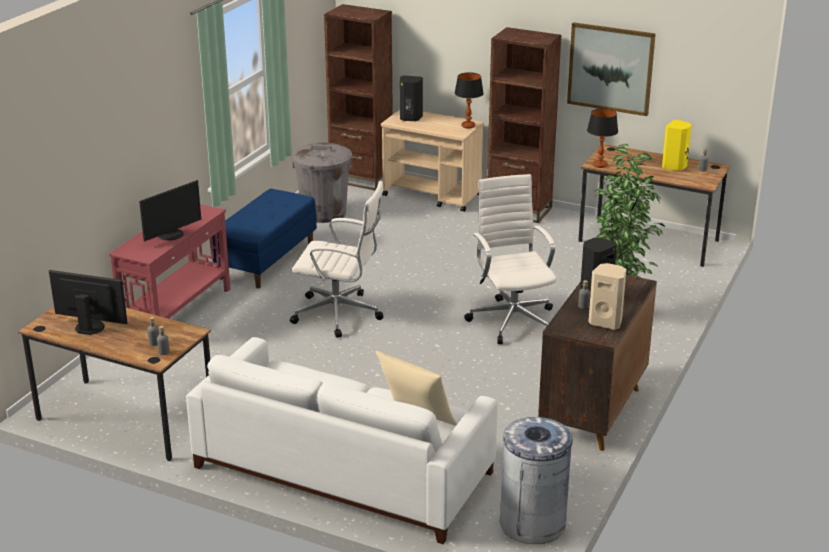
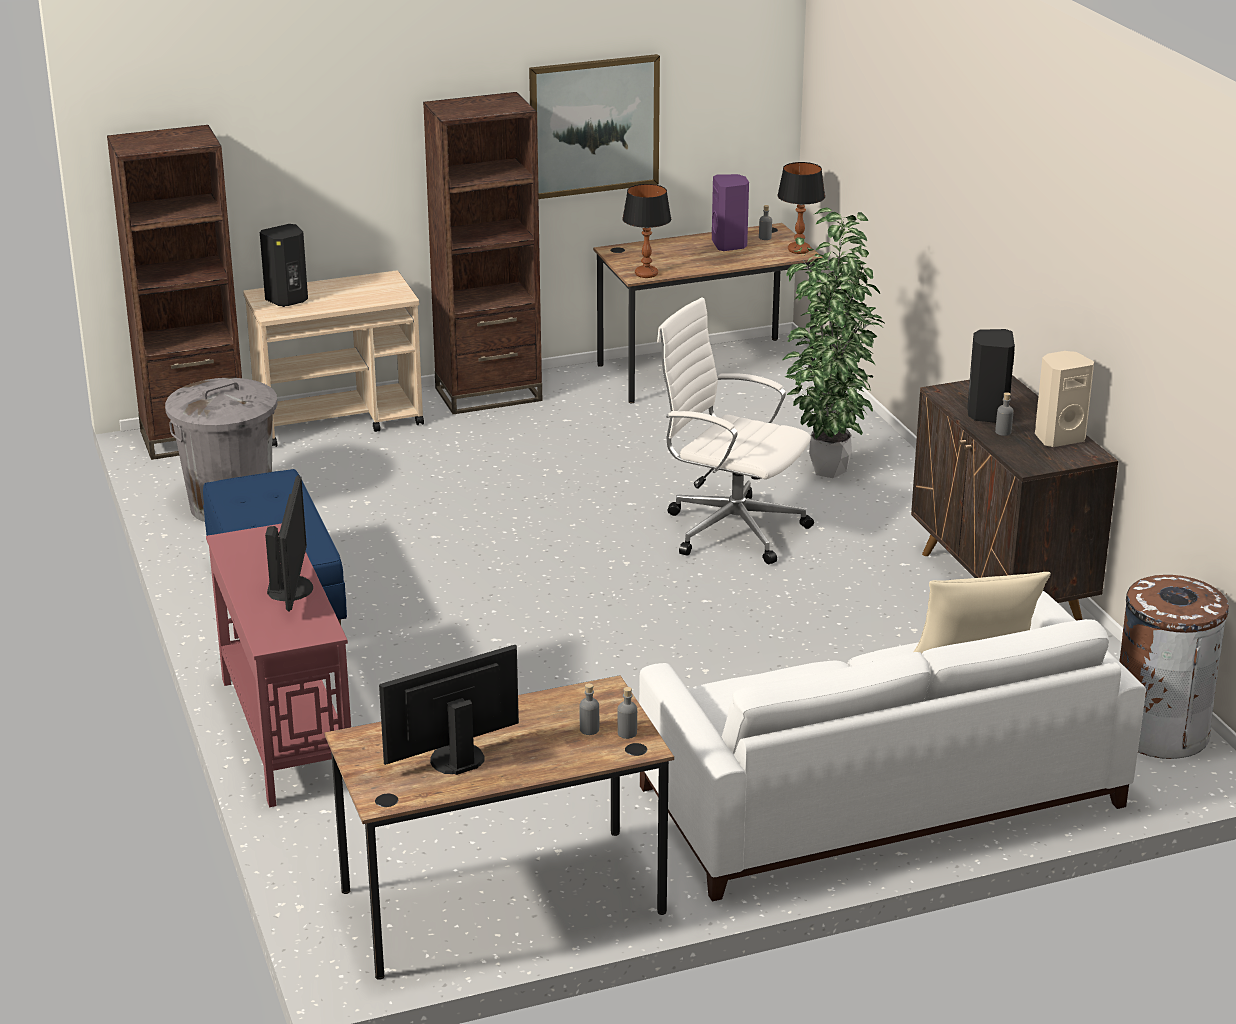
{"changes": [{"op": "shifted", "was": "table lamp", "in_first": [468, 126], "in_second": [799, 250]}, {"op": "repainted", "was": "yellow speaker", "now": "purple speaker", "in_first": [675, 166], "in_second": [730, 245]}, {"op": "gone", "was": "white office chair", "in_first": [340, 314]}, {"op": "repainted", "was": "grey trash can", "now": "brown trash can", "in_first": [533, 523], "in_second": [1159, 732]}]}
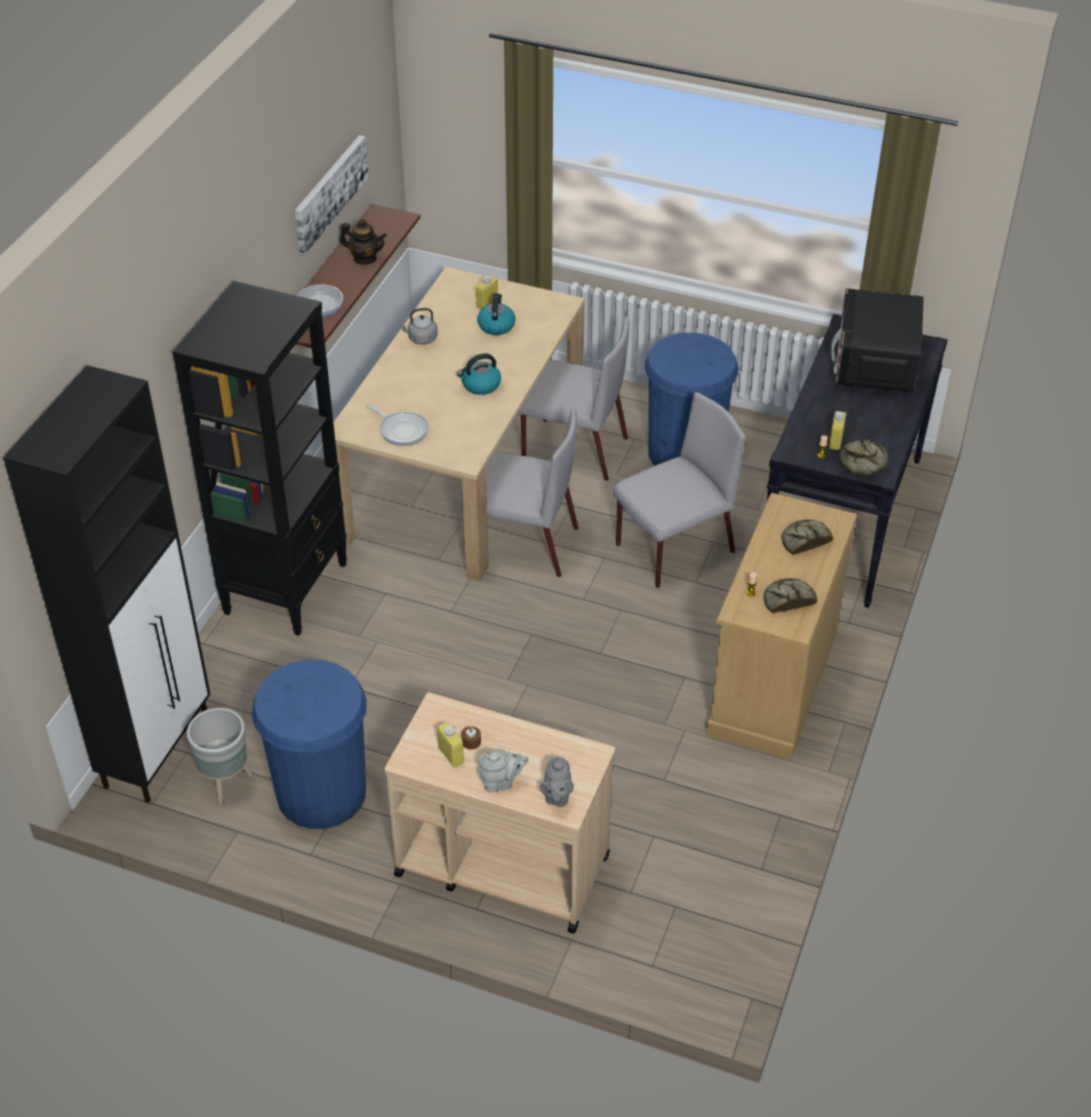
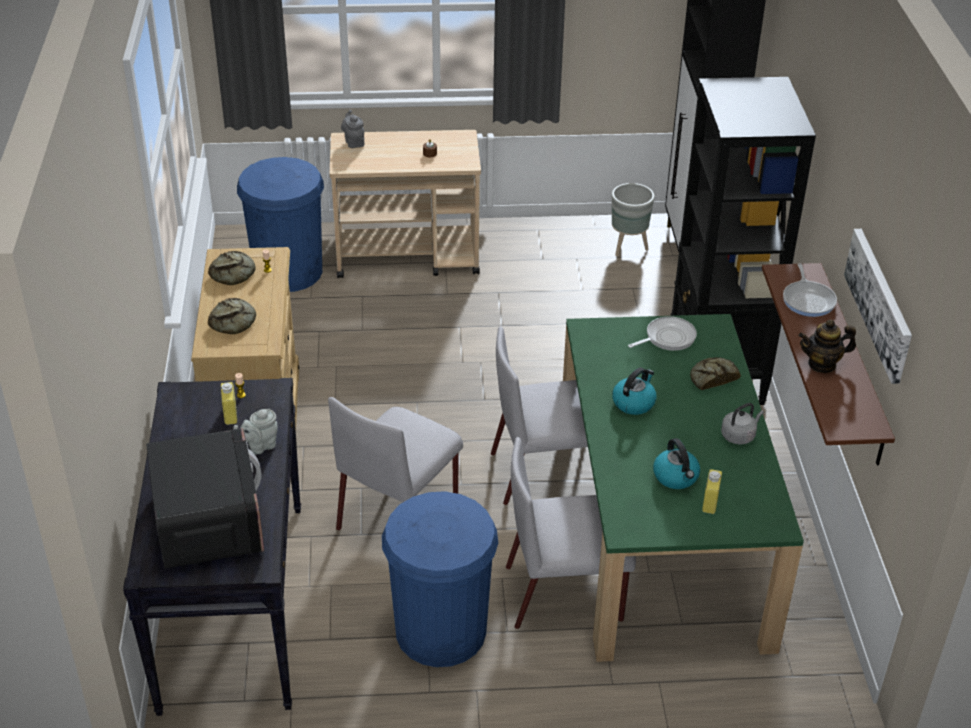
{"changes": [{"op": "repainted", "was": "beige dining table", "now": "green dining table", "in_first": [463, 468], "in_second": [661, 531]}, {"op": "rotated", "was": "frying pan", "in_first": [401, 430], "in_second": [667, 338], "clockwise": 135}, {"op": "shifted", "was": "bread", "in_first": [864, 463], "in_second": [712, 378]}, {"op": "shifted", "was": "blue trash can", "in_first": [321, 793], "in_second": [288, 271]}, {"op": "gone", "was": "yellow bottle", "in_first": [451, 755]}, {"op": "shifted", "was": "grey teapot", "in_first": [501, 782], "in_second": [259, 446]}]}
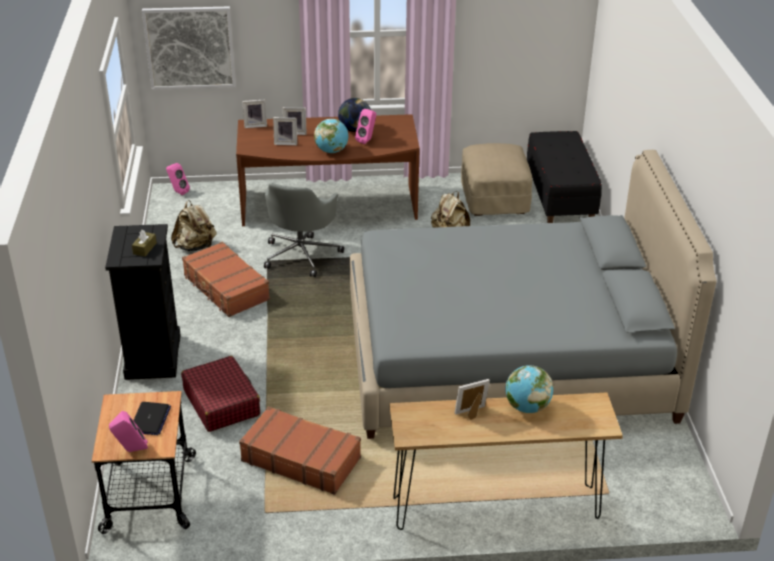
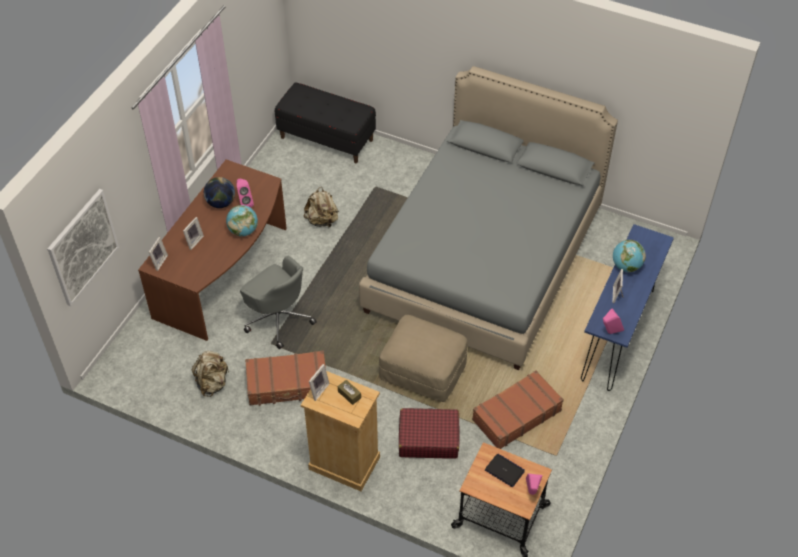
{"changes": [{"op": "shifted", "was": "picture frame", "in_first": [286, 142], "in_second": [318, 389]}, {"op": "shifted", "was": "beige ottoman", "in_first": [495, 198], "in_second": [423, 370]}, {"op": "shifted", "was": "pink speaker", "in_first": [178, 192], "in_second": [610, 332]}, {"op": "repainted", "was": "black dresser", "now": "beige dresser", "in_first": [153, 356], "in_second": [344, 463]}, {"op": "repainted", "was": "brown console table", "now": "blue console table", "in_first": [496, 508], "in_second": [618, 334]}]}
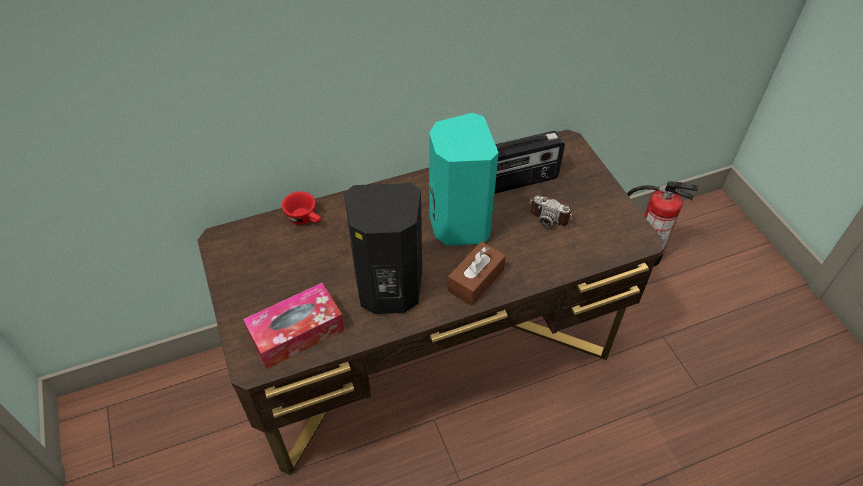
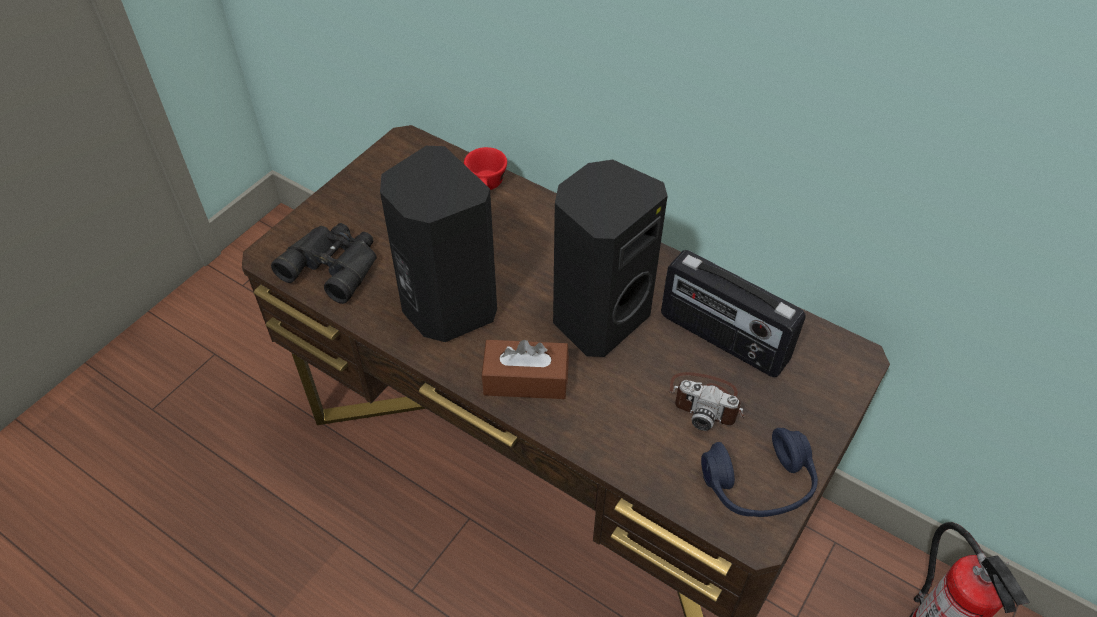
{"changes": [{"op": "repainted", "was": "turquoise speaker", "now": "black speaker", "in_first": [458, 224], "in_second": [598, 317]}, {"op": "rotated", "was": "photo camera", "in_first": [550, 212], "in_second": [706, 401], "clockwise": -60}, {"op": "swapped", "was": "tissue box", "now": "black binoculars", "in_first": [297, 332], "in_second": [334, 264]}, {"op": "new", "now": "blue headphones", "in_second": [758, 484]}]}
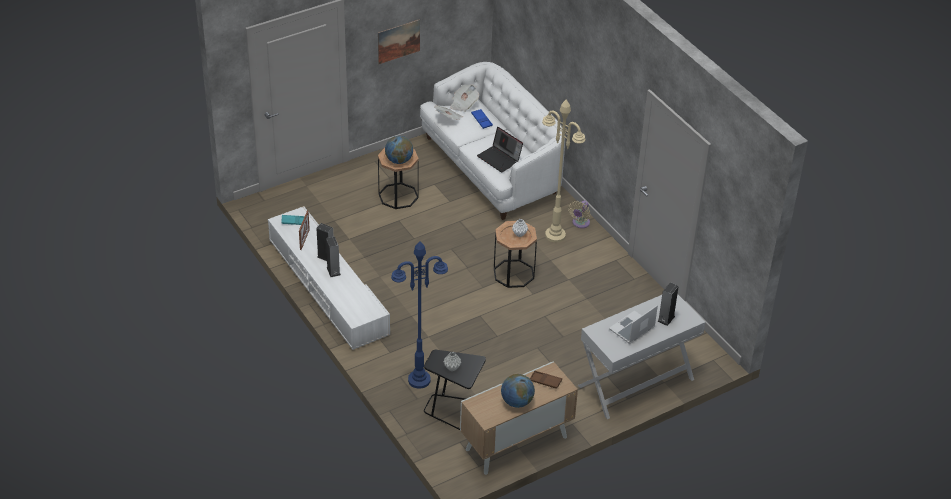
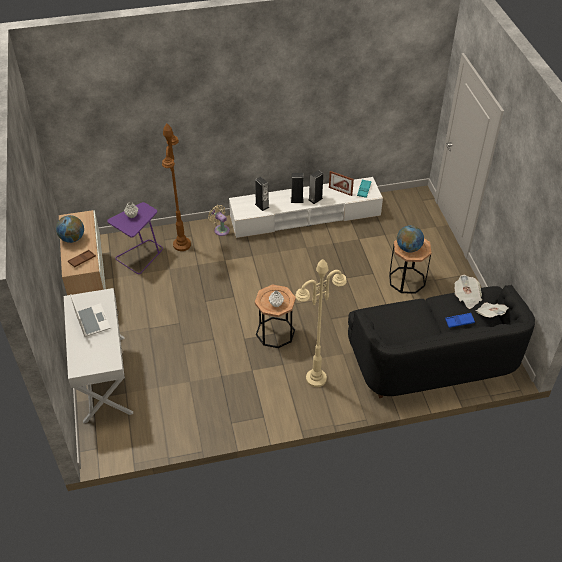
{"changes": [{"op": "gone", "was": "picture", "in_first": [398, 41]}, {"op": "repainted", "was": "white sofa", "now": "black sofa", "in_first": [492, 167], "in_second": [433, 358]}, {"op": "gone", "was": "laptop", "in_first": [500, 158]}, {"op": "shifted", "was": "beige fan", "in_first": [580, 223], "in_second": [220, 229]}, {"op": "repainted", "was": "blue floor lamp", "now": "brown floor lamp", "in_first": [419, 380], "in_second": [182, 244]}, {"op": "shifted", "was": "speaker", "in_first": [666, 318], "in_second": [262, 206]}, {"op": "repainted", "was": "black side table", "now": "purple side table", "in_first": [453, 411], "in_second": [140, 256]}]}
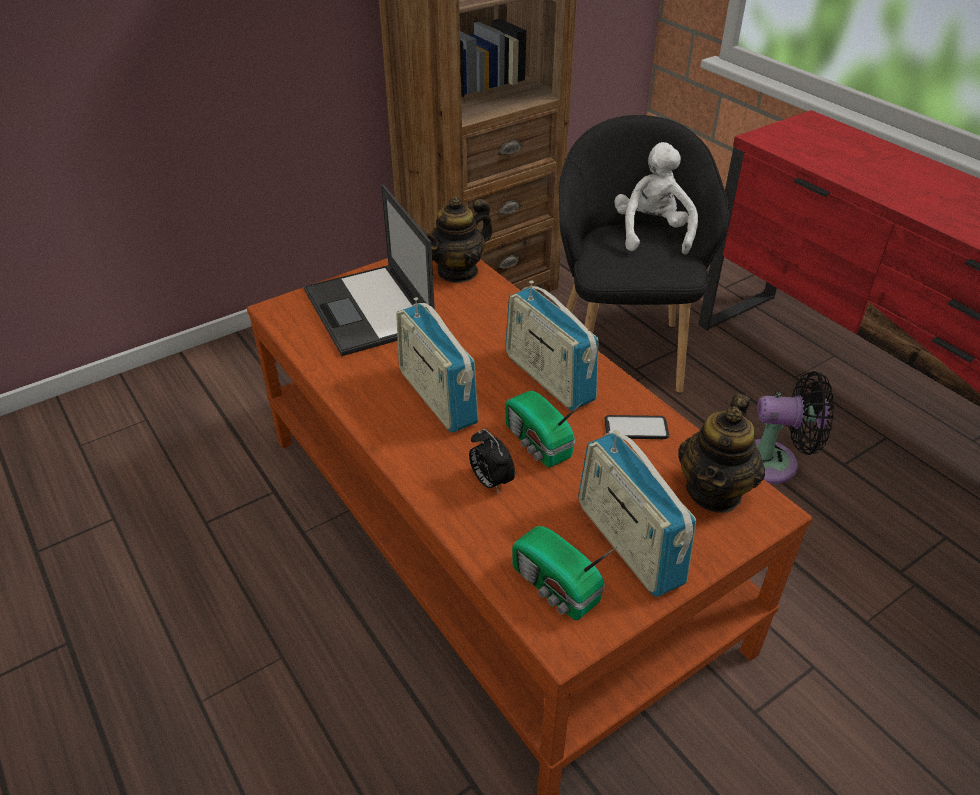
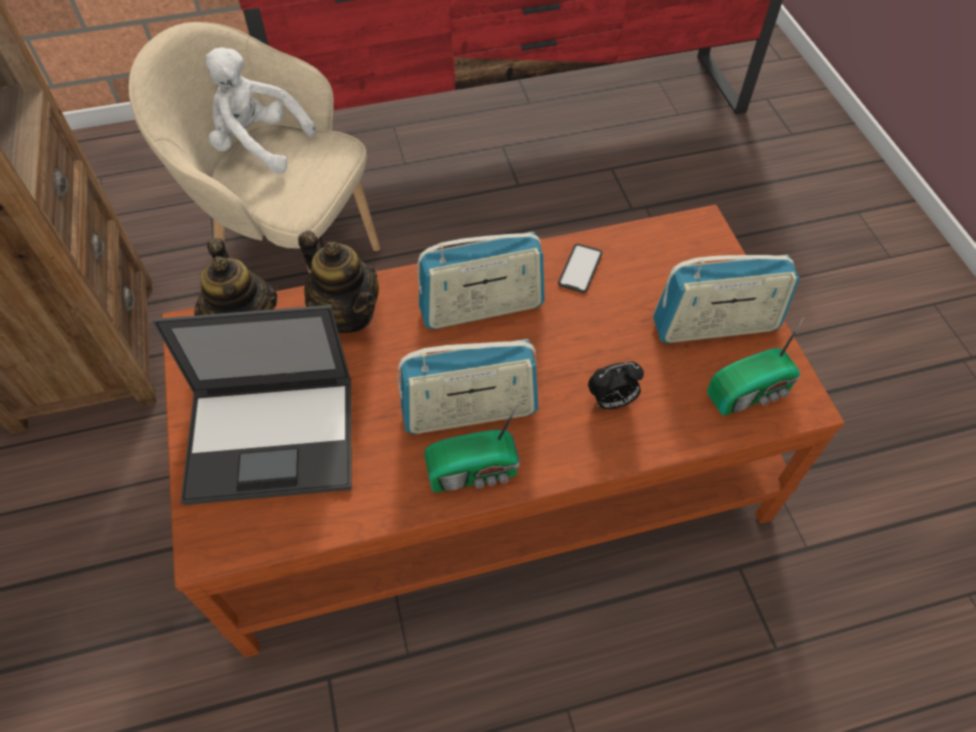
{"changes": [{"op": "repainted", "was": "black armchair", "now": "beige armchair", "in_first": [622, 352], "in_second": [295, 268]}, {"op": "gone", "was": "black fan", "in_first": [774, 463]}, {"op": "shifted", "was": "radio", "in_first": [537, 443], "in_second": [475, 472]}, {"op": "shifted", "was": "teapot", "in_first": [714, 491], "in_second": [347, 313]}]}
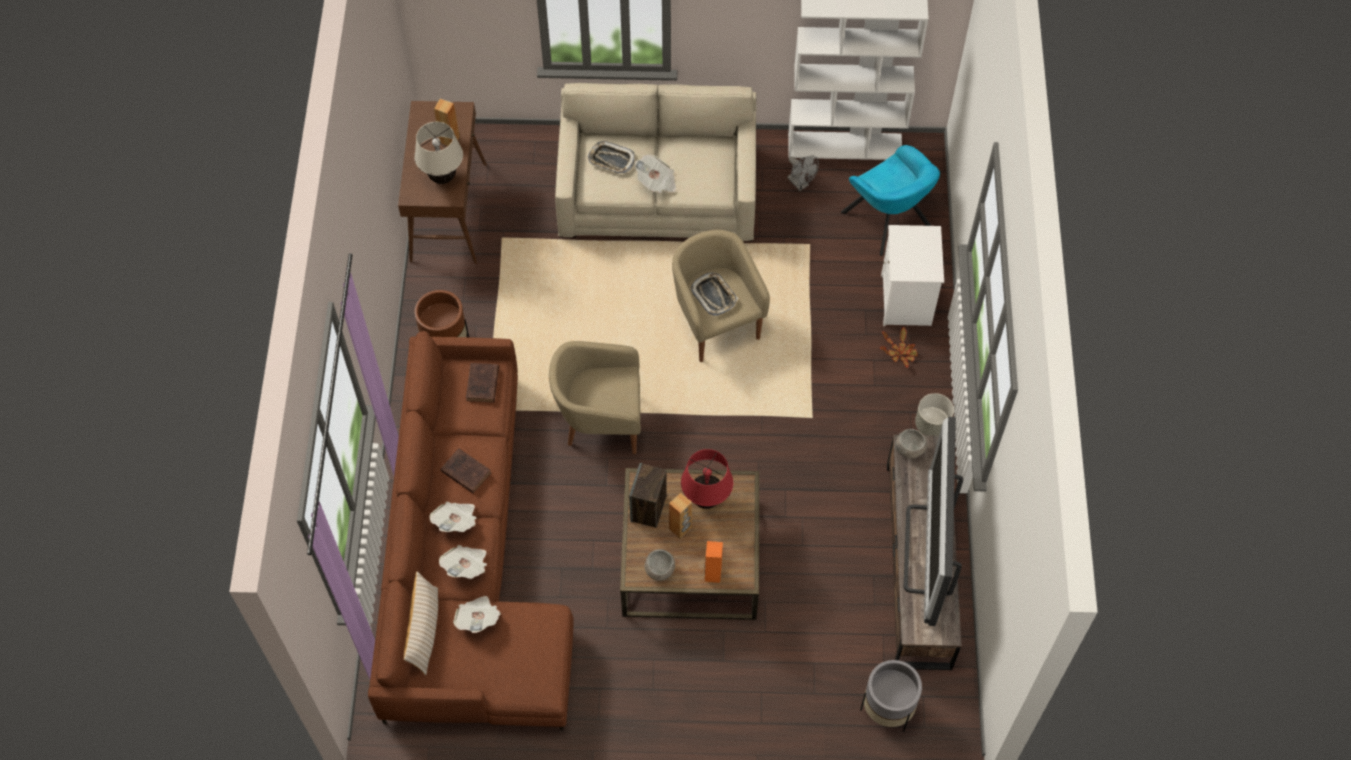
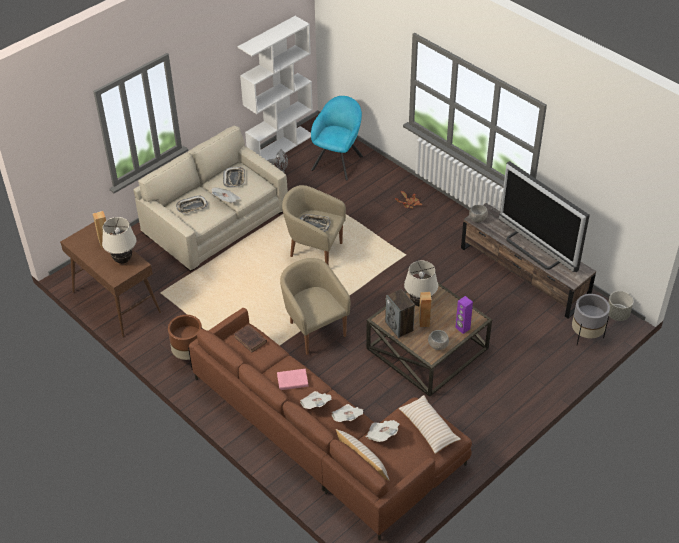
{"changes": [{"op": "rotated", "was": "turquoise armchair", "in_first": [888, 221], "in_second": [338, 161], "clockwise": -75}, {"op": "gone", "was": "white nightstand", "in_first": [907, 301]}, {"op": "rotated", "was": "beige armchair", "in_first": [600, 424], "in_second": [314, 330], "clockwise": 105}, {"op": "shifted", "was": "grey planter", "in_first": [932, 424], "in_second": [617, 314]}, {"op": "repainted", "was": "brown book", "now": "pink book", "in_first": [465, 471], "in_second": [291, 381]}, {"op": "repainted", "was": "red table lamp", "now": "beige table lamp", "in_first": [706, 499], "in_second": [419, 303]}, {"op": "repainted", "was": "orange speaker", "now": "purple speaker", "in_first": [712, 574], "in_second": [462, 328]}, {"op": "new", "now": "tray", "in_second": [234, 179]}, {"op": "new", "now": "beige pillow", "in_second": [429, 428]}]}
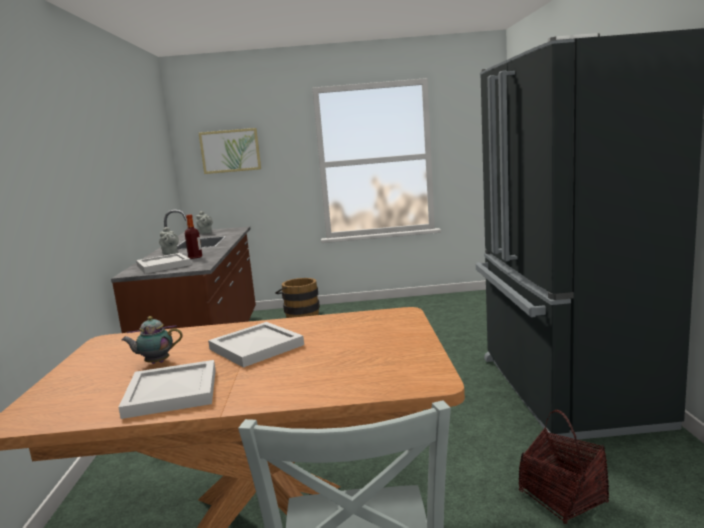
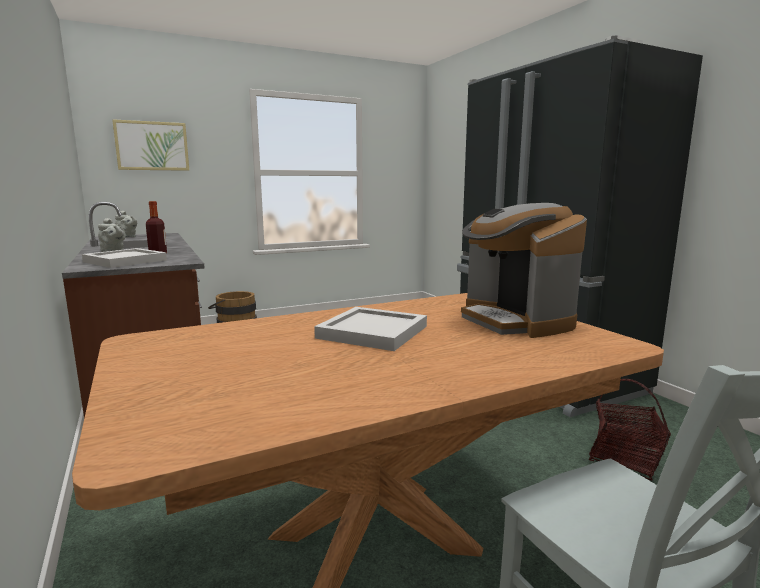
{"changes": [{"op": "gone", "was": "teapot", "in_first": [155, 363]}, {"op": "gone", "was": "white tray", "in_first": [173, 391]}, {"op": "new", "now": "coffee machine", "in_second": [515, 321]}]}
